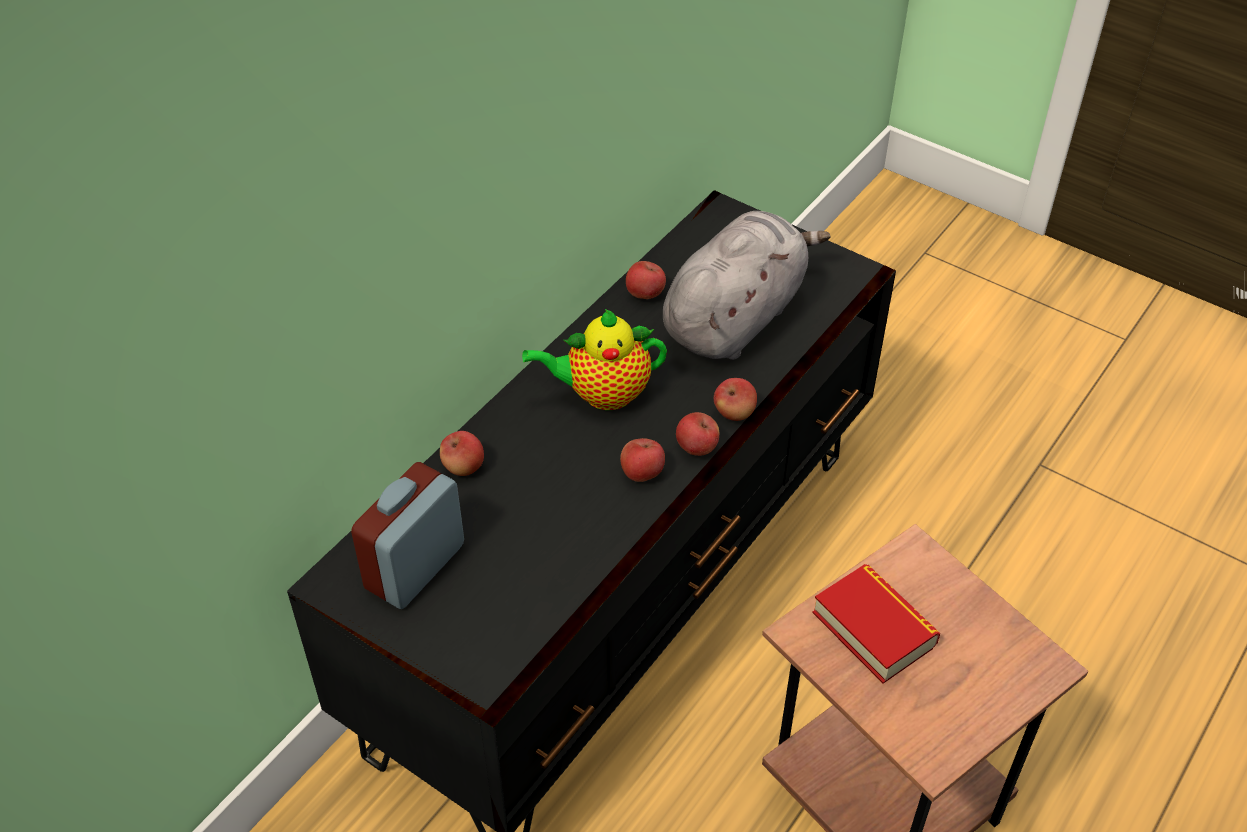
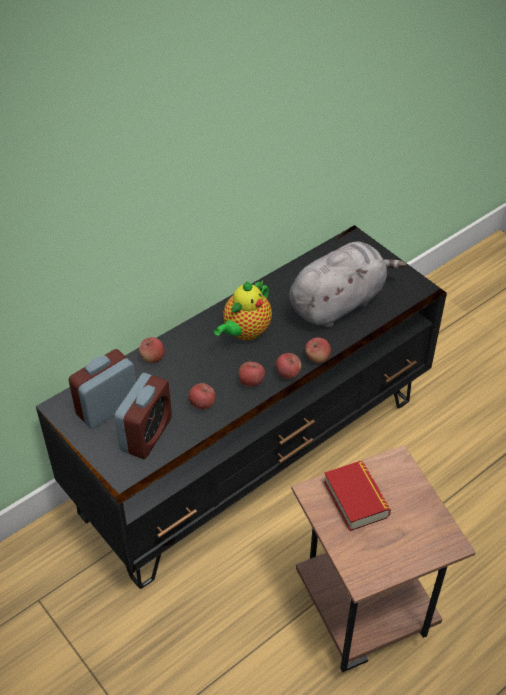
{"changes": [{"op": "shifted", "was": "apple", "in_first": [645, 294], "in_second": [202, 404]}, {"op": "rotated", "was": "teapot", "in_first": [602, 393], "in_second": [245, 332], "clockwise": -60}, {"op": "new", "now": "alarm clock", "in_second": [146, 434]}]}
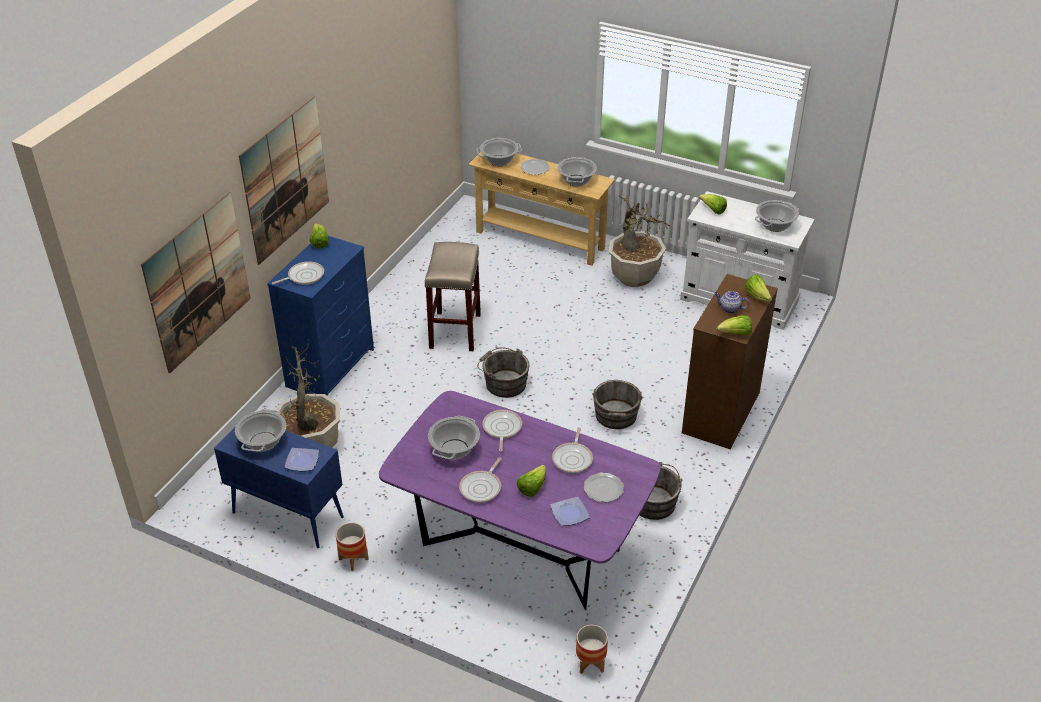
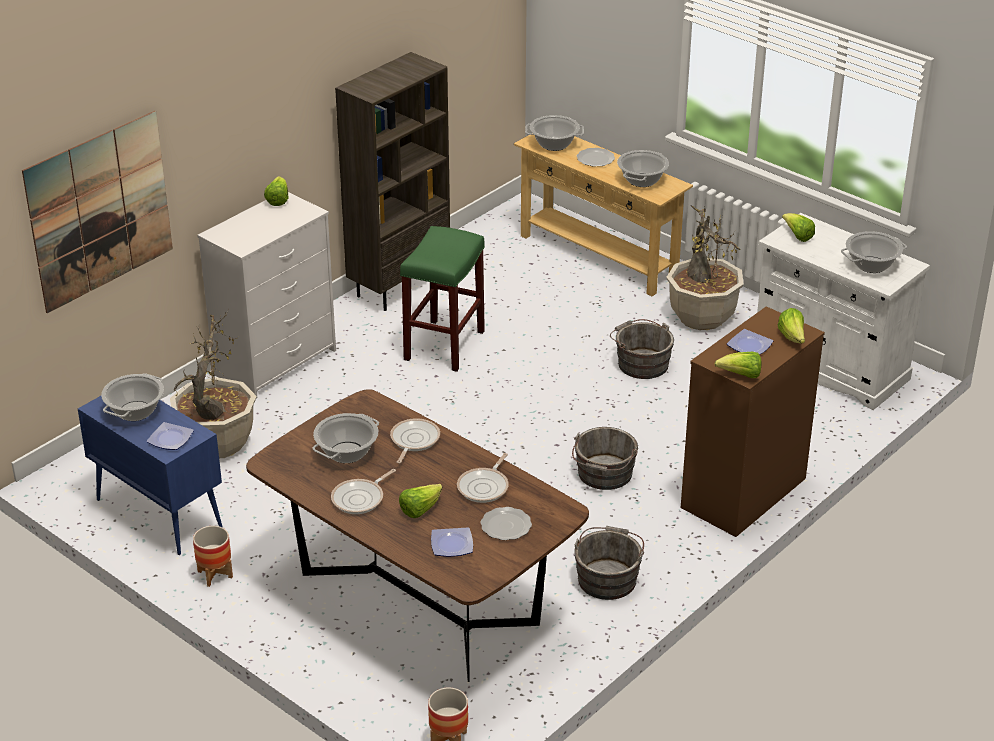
{"changes": [{"op": "gone", "was": "picture", "in_first": [285, 179]}, {"op": "repainted", "was": "blue dresser", "now": "white dresser", "in_first": [330, 367], "in_second": [276, 362]}, {"op": "repainted", "was": "beige stool", "now": "green stool", "in_first": [455, 332], "in_second": [444, 346]}, {"op": "gone", "was": "frying pan", "in_first": [304, 276]}, {"op": "swapped", "was": "teapot", "now": "plate", "in_first": [729, 309], "in_second": [748, 346]}, {"op": "shifted", "was": "grey bucket", "in_first": [503, 383], "in_second": [641, 363]}, {"op": "repainted", "was": "purple dining table", "now": "brown dining table", "in_first": [520, 548], "in_second": [419, 599]}, {"op": "new", "now": "brown bookcase", "in_second": [399, 286]}]}
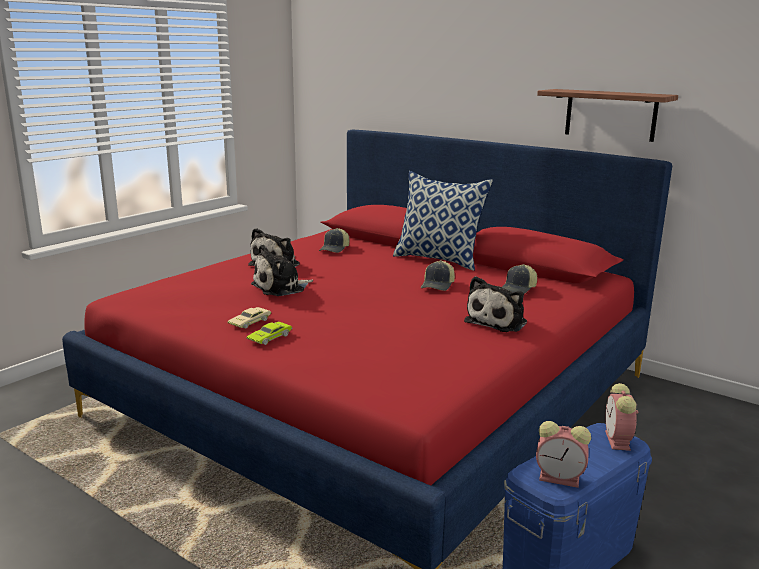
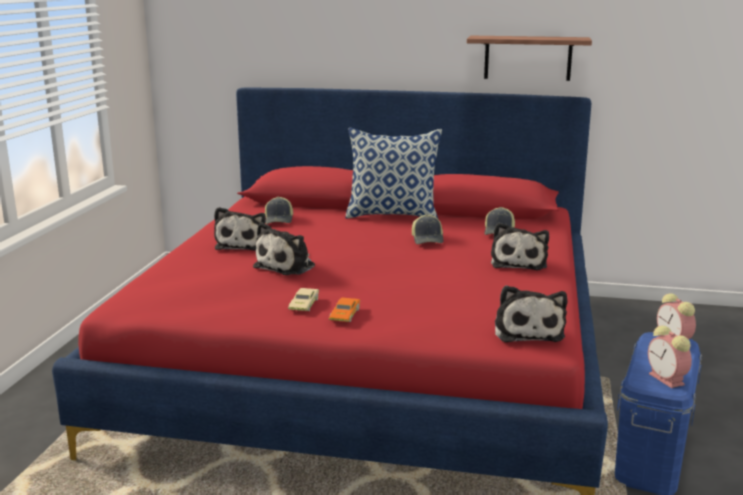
{"changes": [{"op": "repainted", "was": "green toy car", "now": "orange toy car", "in_first": [269, 337], "in_second": [344, 314]}, {"op": "rotated", "was": "alarm clock", "in_first": [561, 478], "in_second": [668, 379], "clockwise": 75}, {"op": "new", "now": "plush toy", "in_second": [527, 331]}]}
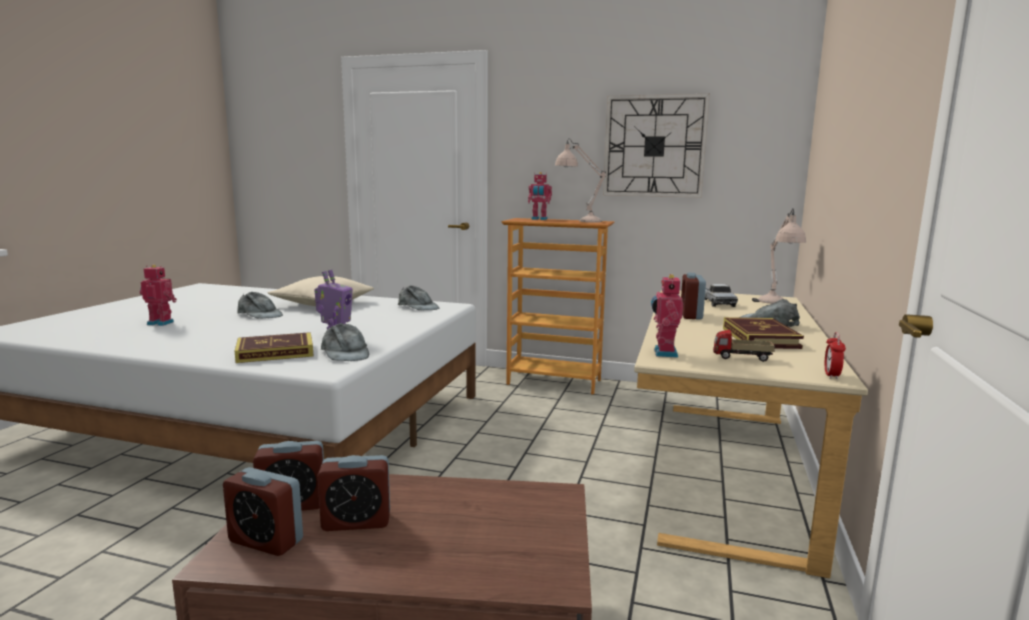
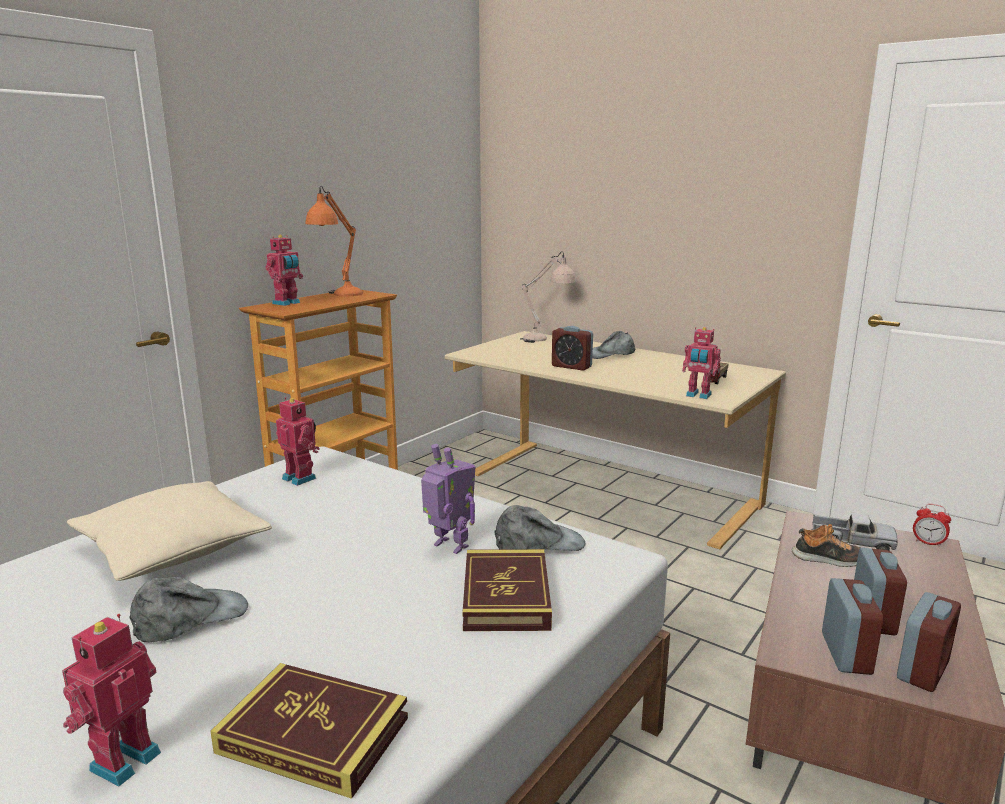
{"changes": [{"op": "gone", "was": "wall clock", "in_first": [654, 146]}, {"op": "repainted", "was": "beige table lamp", "now": "orange table lamp", "in_first": [578, 221], "in_second": [338, 296]}, {"op": "shifted", "was": "toy truck", "in_first": [717, 302], "in_second": [852, 542]}, {"op": "swapped", "was": "grey cap", "now": "toy robot", "in_first": [418, 307], "in_second": [301, 478]}, {"op": "shifted", "was": "book", "in_first": [760, 338], "in_second": [313, 735]}, {"op": "shifted", "was": "alarm clock", "in_first": [831, 375], "in_second": [928, 543]}, {"op": "new", "now": "shoe", "in_second": [830, 559]}]}
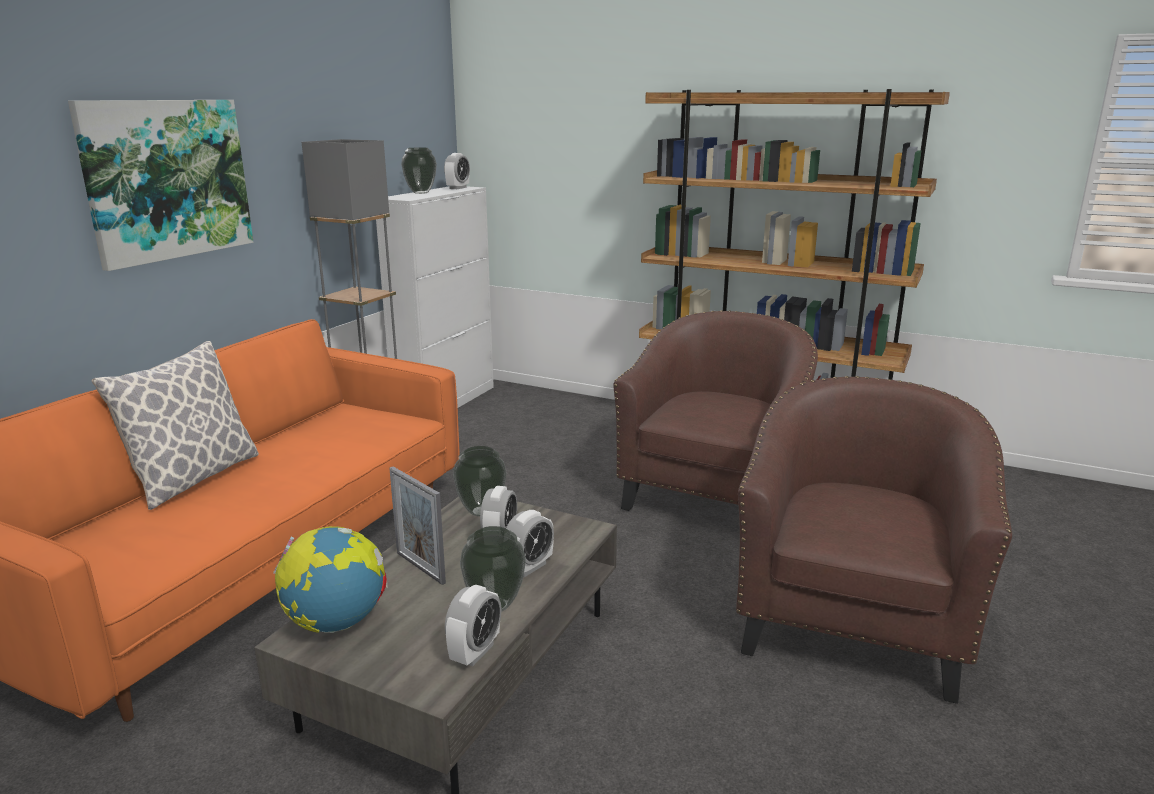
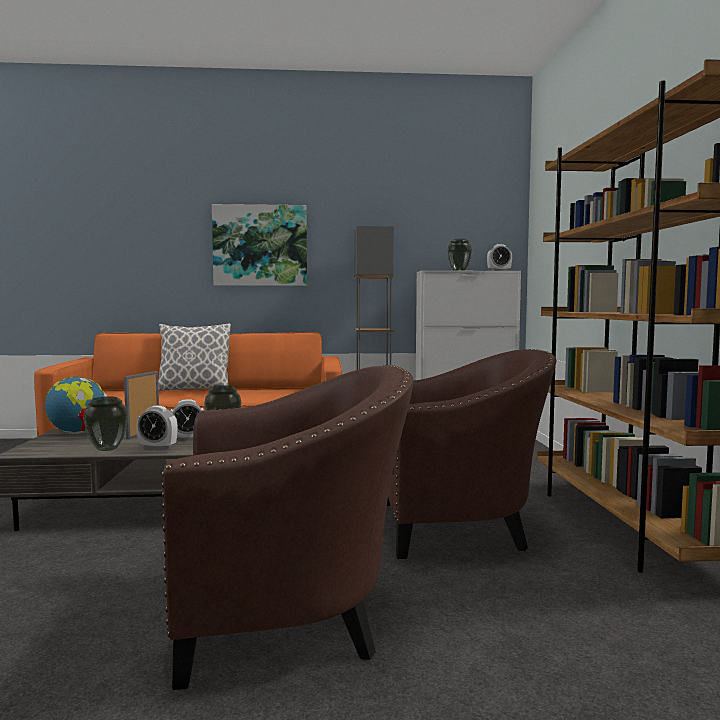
{"changes": [{"op": "gone", "was": "alarm clock", "in_first": [475, 652]}]}
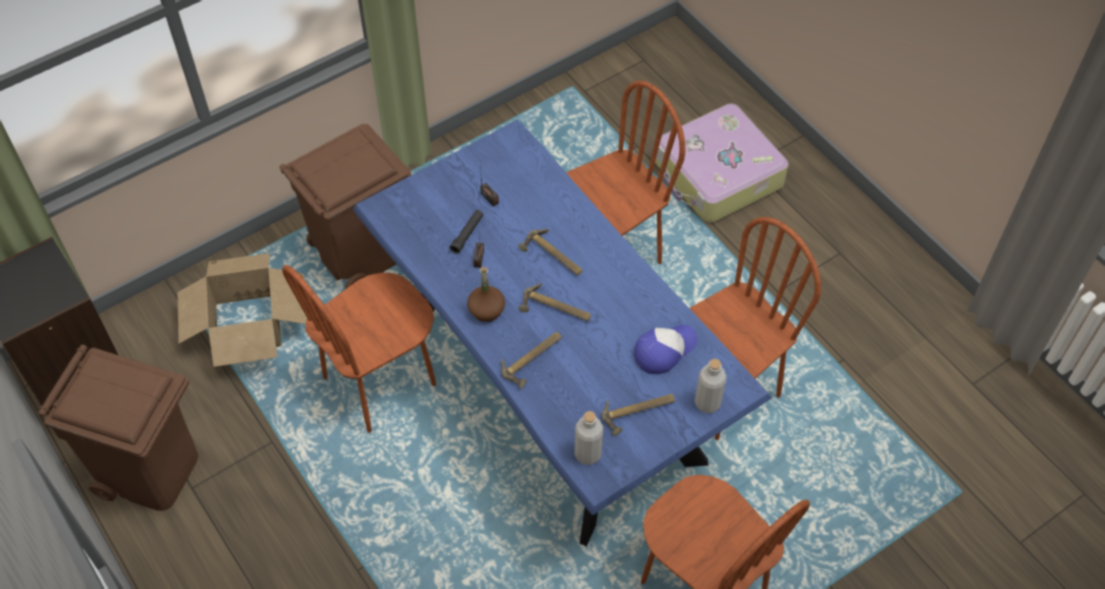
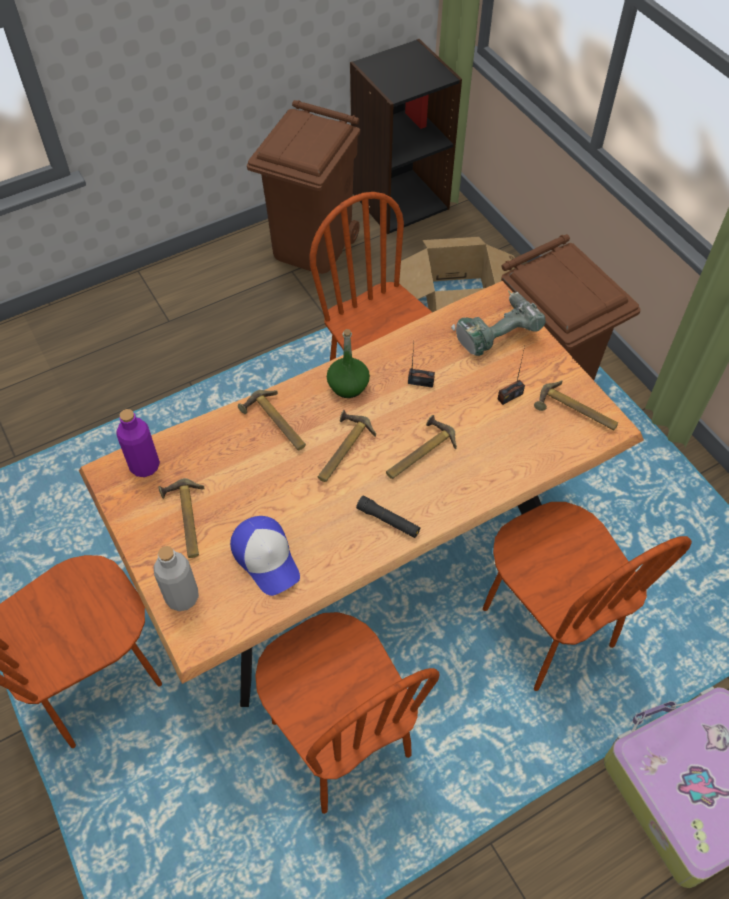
{"changes": [{"op": "repainted", "was": "blue dining table", "now": "brown dining table", "in_first": [552, 386], "in_second": [364, 552]}, {"op": "shifted", "was": "black flashlight", "in_first": [467, 234], "in_second": [388, 521]}, {"op": "repainted", "was": "brown bottle", "now": "green bottle", "in_first": [486, 310], "in_second": [348, 386]}, {"op": "repainted", "was": "grey bottle", "now": "purple bottle", "in_first": [588, 454], "in_second": [144, 466]}, {"op": "new", "now": "power drill", "in_second": [494, 332]}, {"op": "new", "now": "hammer", "in_second": [575, 413]}]}
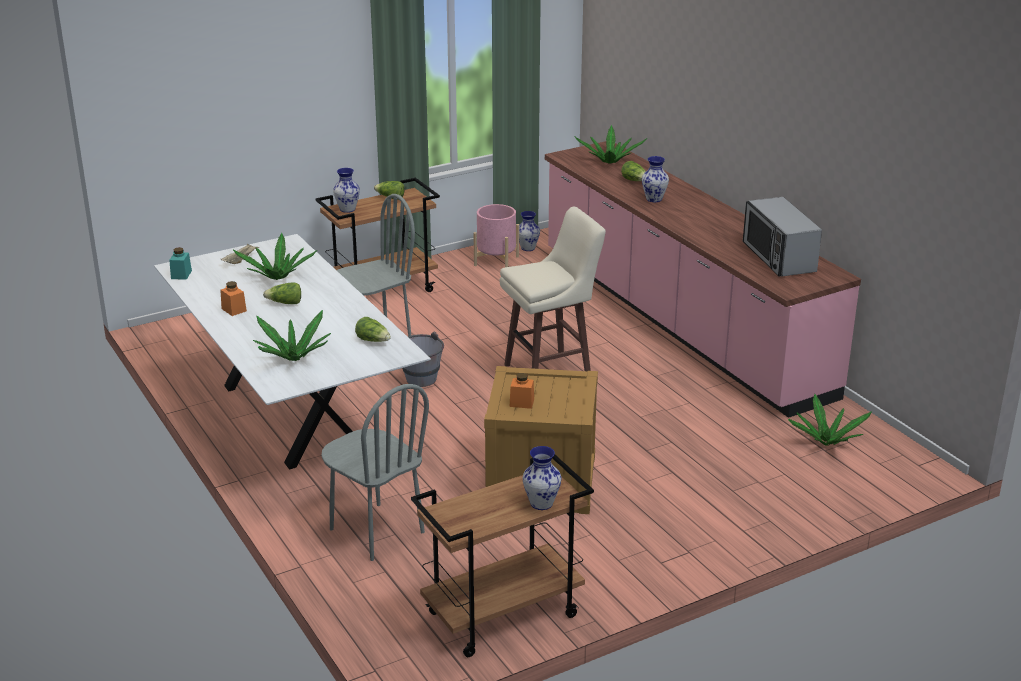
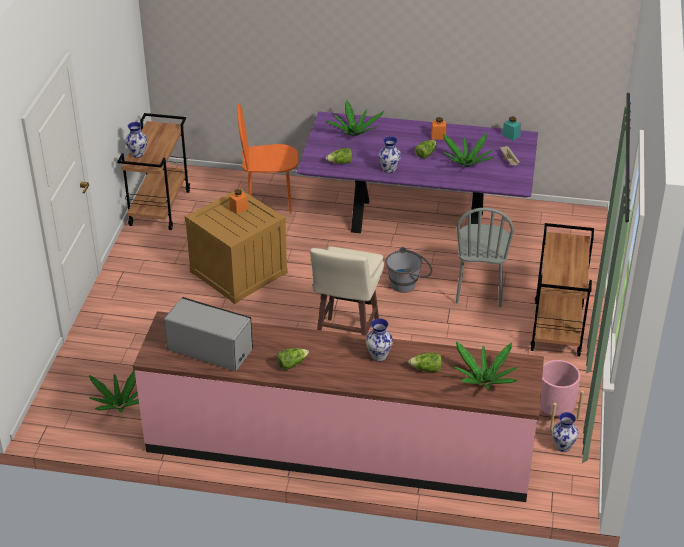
{"changes": [{"op": "shifted", "was": "vase", "in_first": [347, 209], "in_second": [389, 169]}, {"op": "shifted", "was": "lettuce", "in_first": [390, 197], "in_second": [291, 364]}, {"op": "repainted", "was": "white dining table", "now": "purple dining table", "in_first": [293, 415], "in_second": [416, 222]}, {"op": "repainted", "was": "grey chair", "now": "orange chair", "in_first": [376, 531], "in_second": [269, 203]}]}
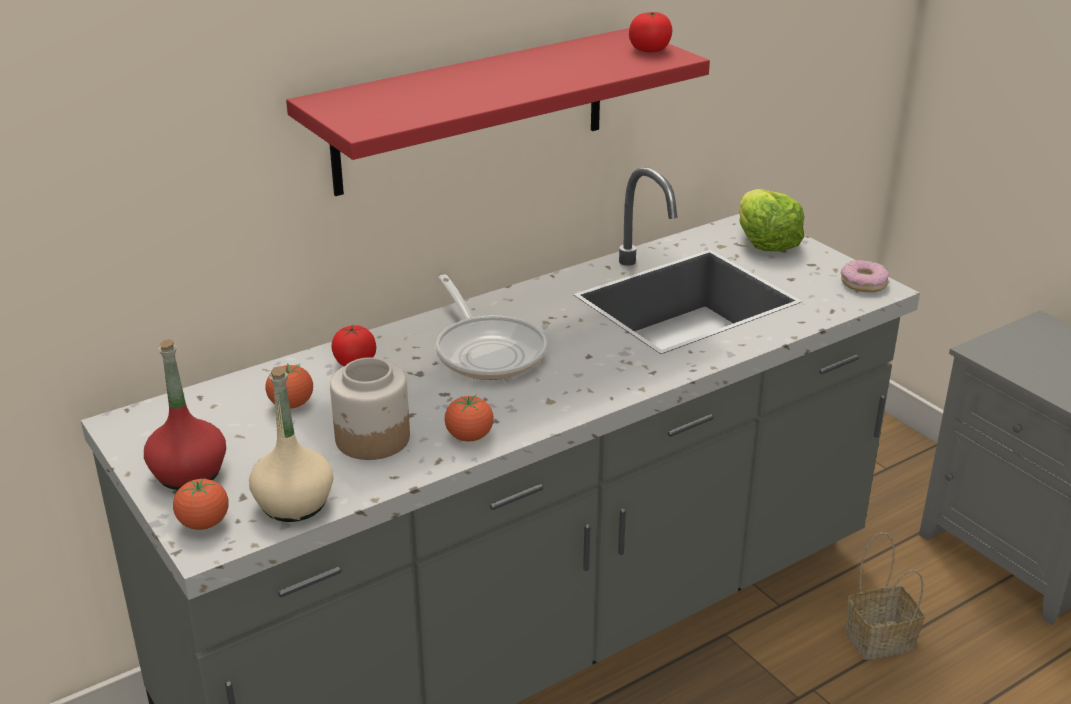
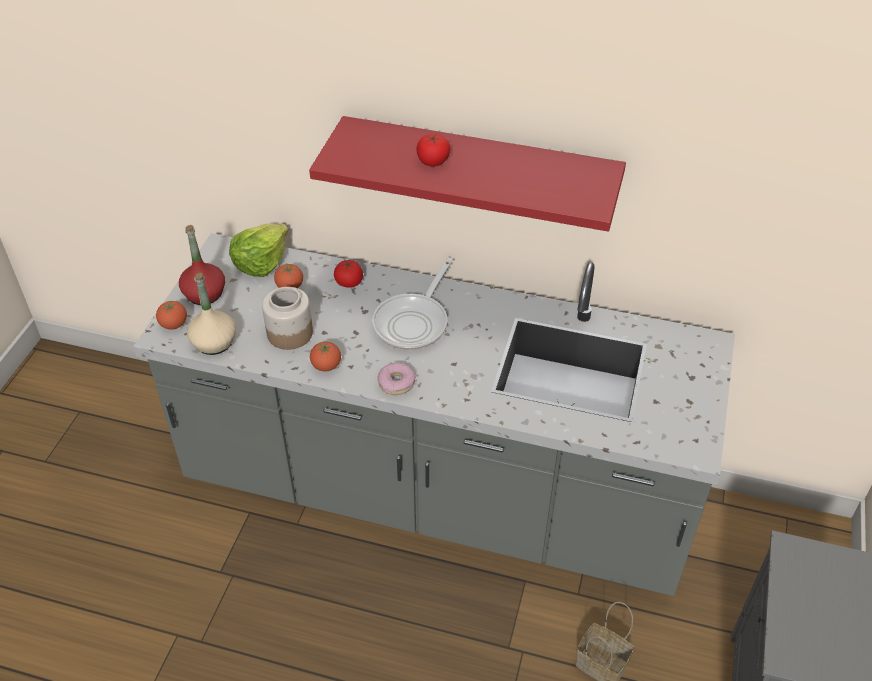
{"changes": [{"op": "shifted", "was": "tomato", "in_first": [650, 50], "in_second": [433, 161]}, {"op": "shifted", "was": "lettuce", "in_first": [765, 242], "in_second": [261, 262]}, {"op": "shifted", "was": "donut", "in_first": [864, 283], "in_second": [396, 383]}]}
